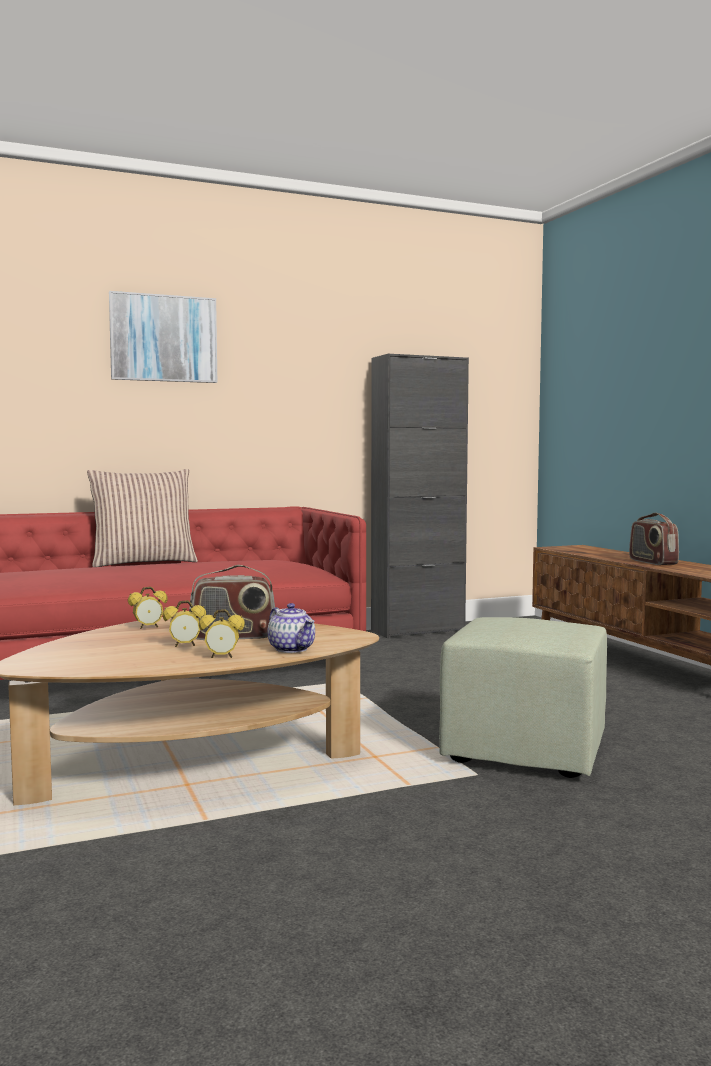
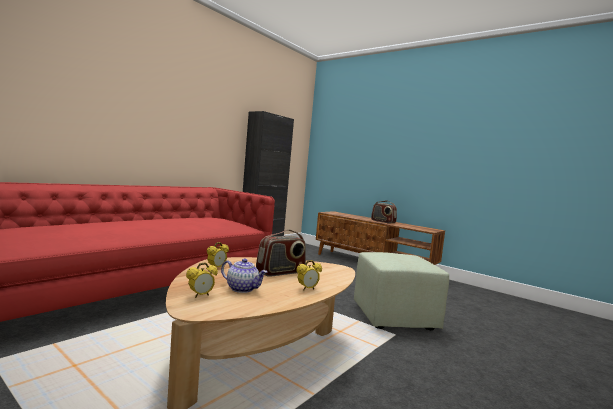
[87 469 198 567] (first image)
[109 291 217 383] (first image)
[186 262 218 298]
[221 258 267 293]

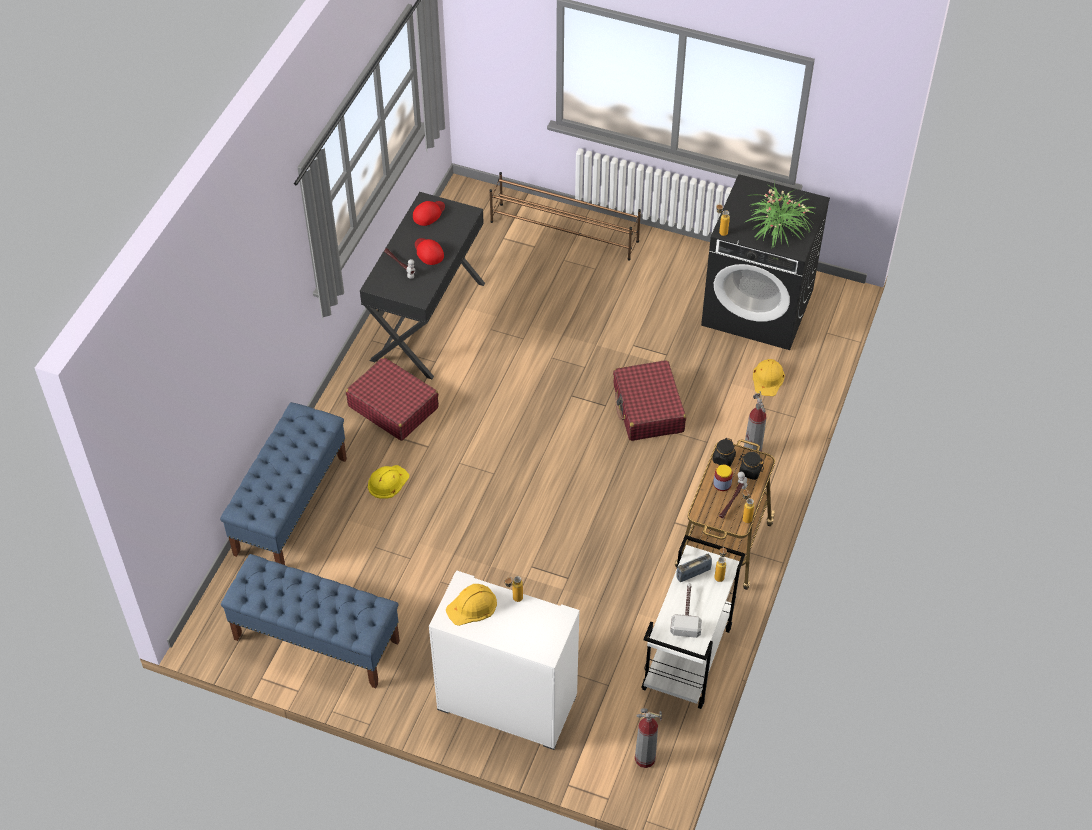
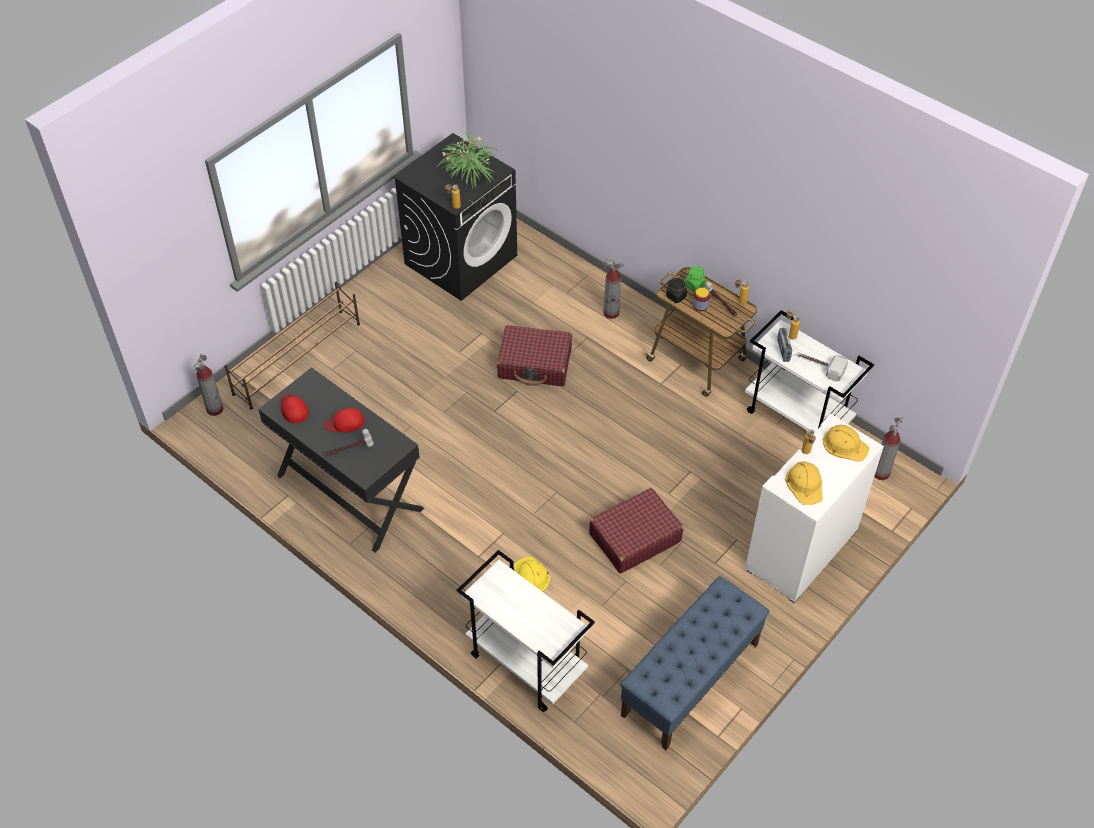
[195 354 223 416]
[589 488 684 573]
[823 425 870 462]
[457 550 595 712]
[685 266 706 292]

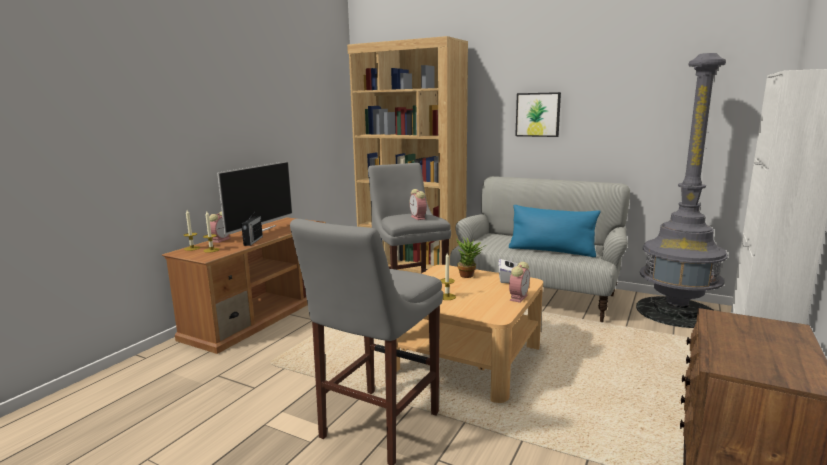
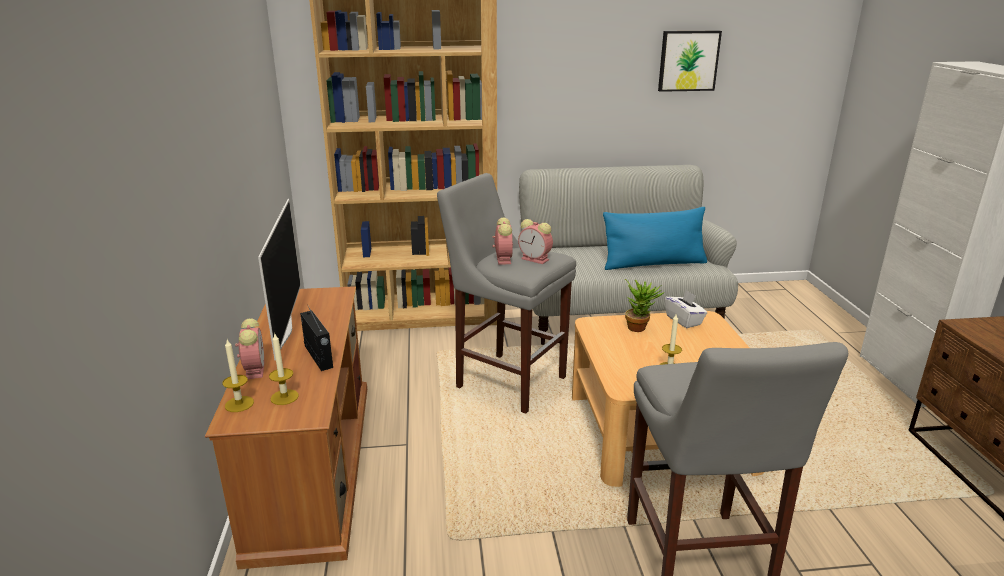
[636 53 728 328] (first image)
[493 217 513 265]
[658 31 722 92]

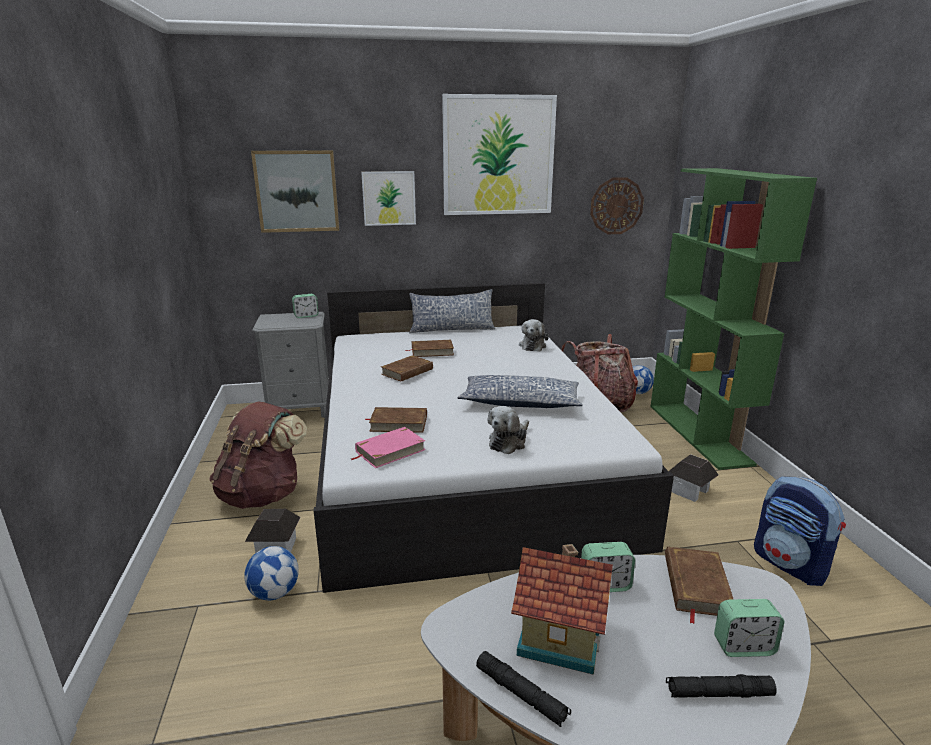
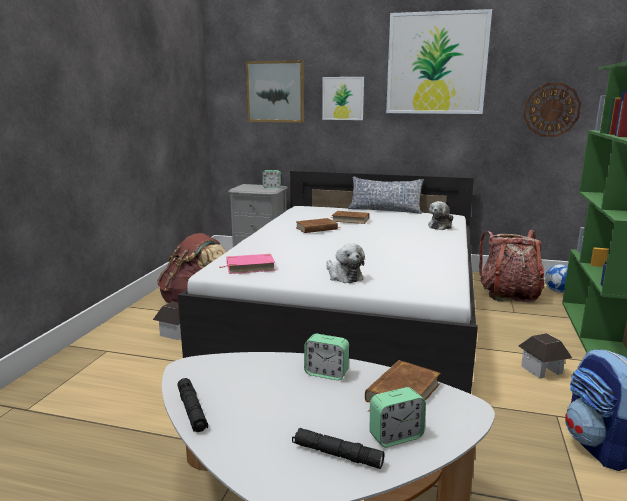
[244 546 299 600] (first image)
[365 407 427 433] (first image)
[457 375 583 408] (first image)
[511 544 613 675] (first image)
[326 243 365 283]
[370 387 426 447]

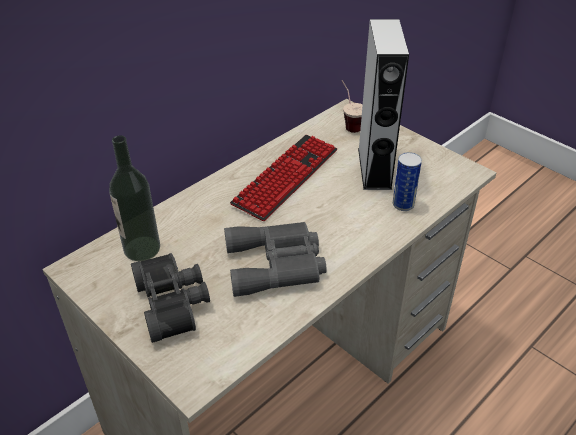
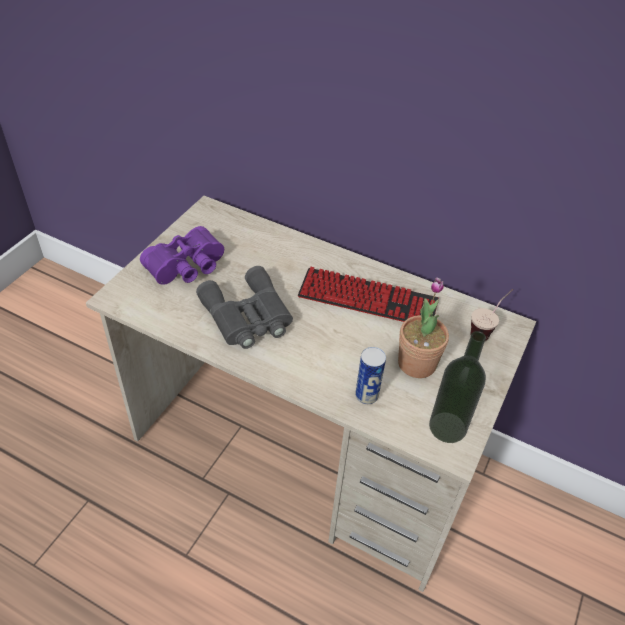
[429 331 486 443]
[398 277 449 378]
[140 226 224 285]

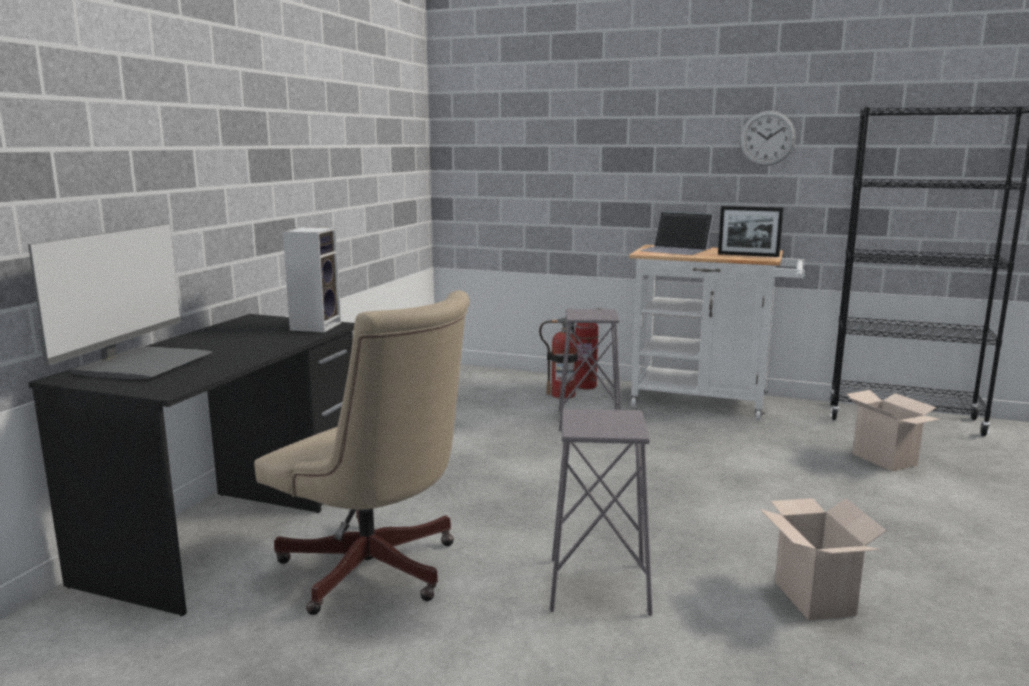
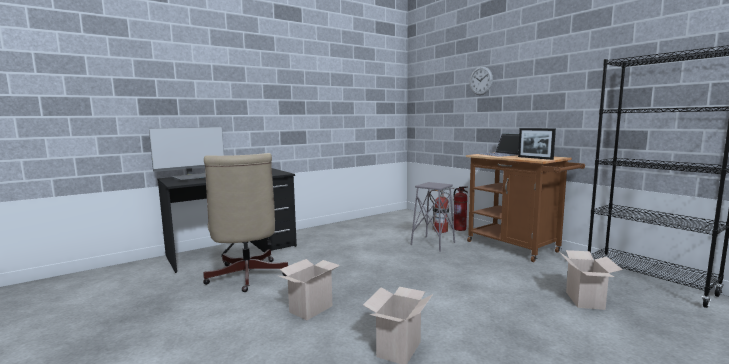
[283 227 341 332] (first image)
[470 66 493 95]
[279 259 339 320]
[466 152 585 262]

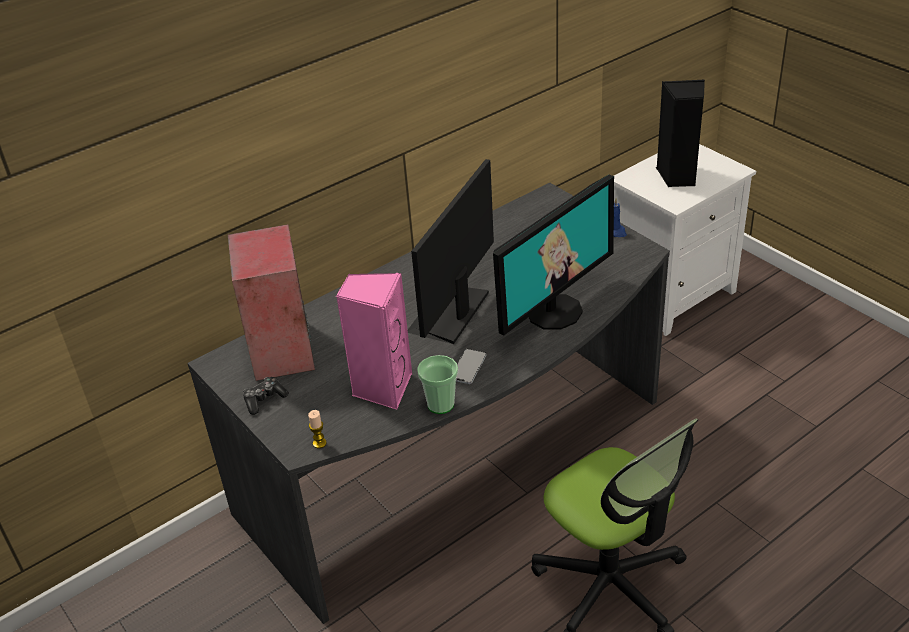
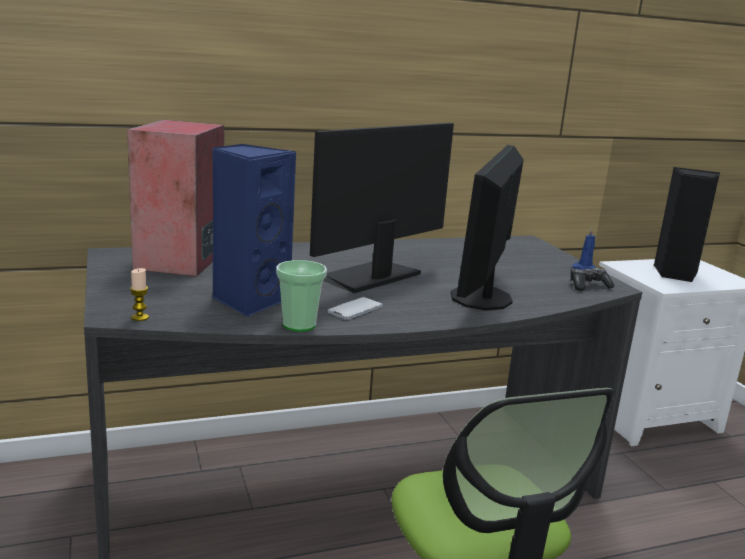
[570 268 615 291]
[212 144 296 317]
[451 145 524 310]

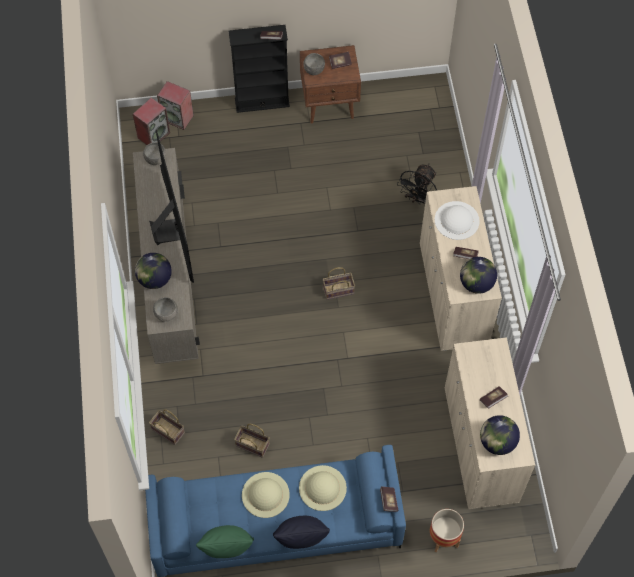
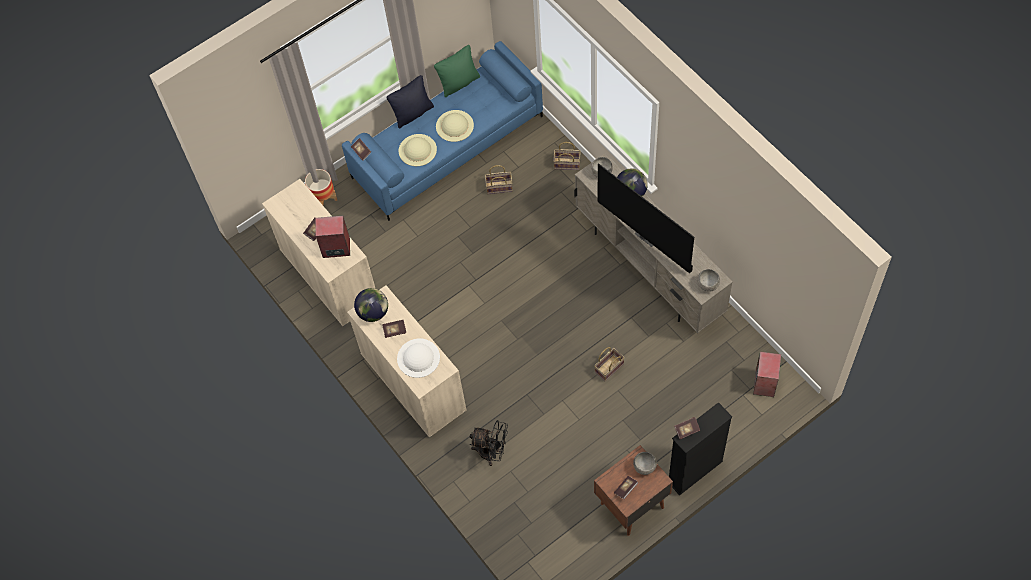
[480 415 520 455] (first image)
[315 216 350 258]
[594 347 625 381]
[470 420 508 466]

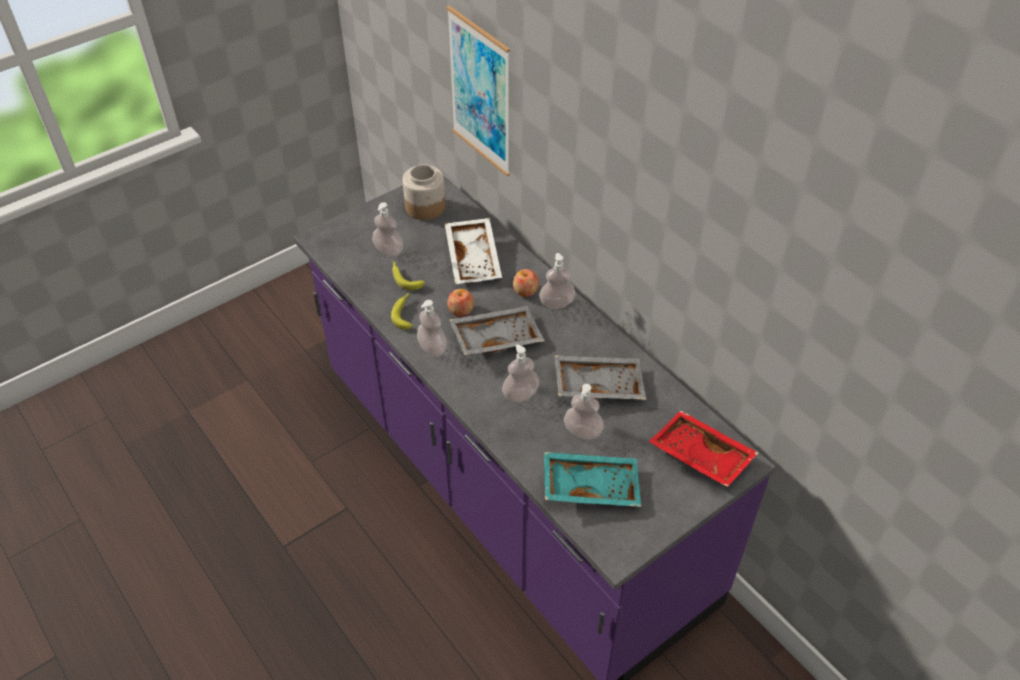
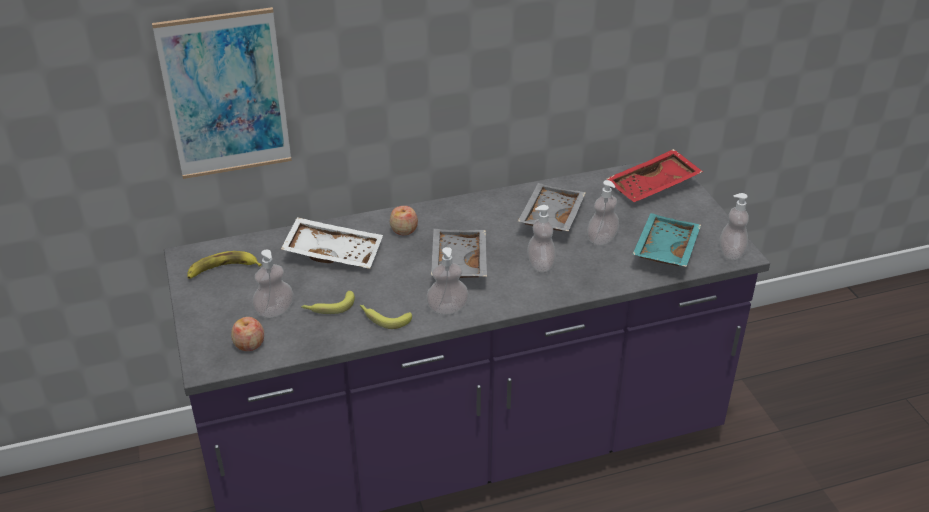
[231 317 264 351]
[720 193 749 260]
[187 251 262 279]

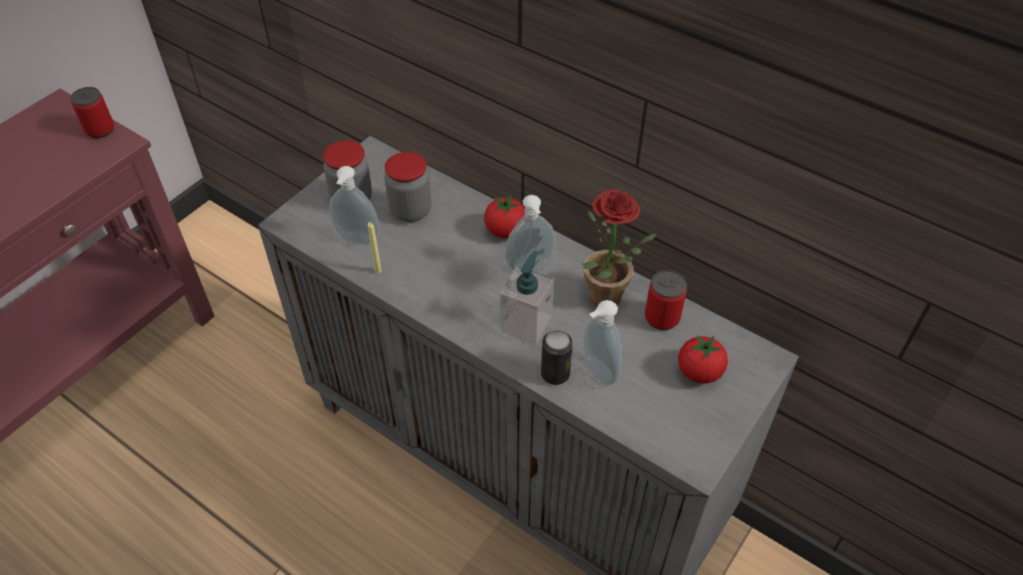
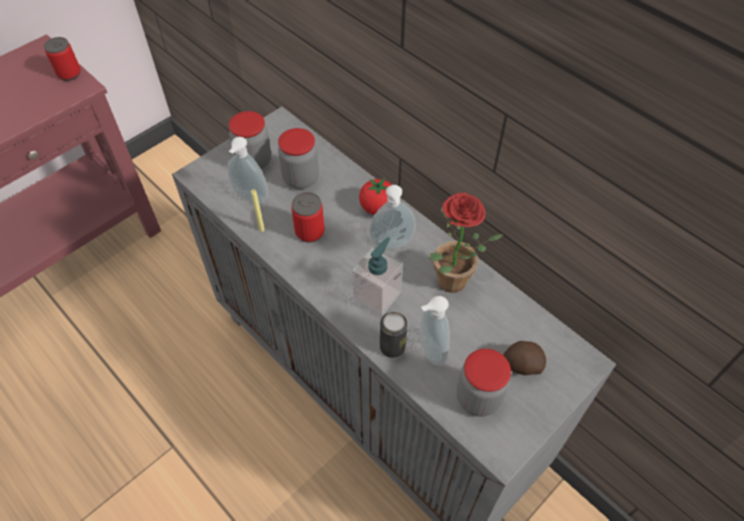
[457 348 511 417]
[291 192 325 242]
[503 341 546 375]

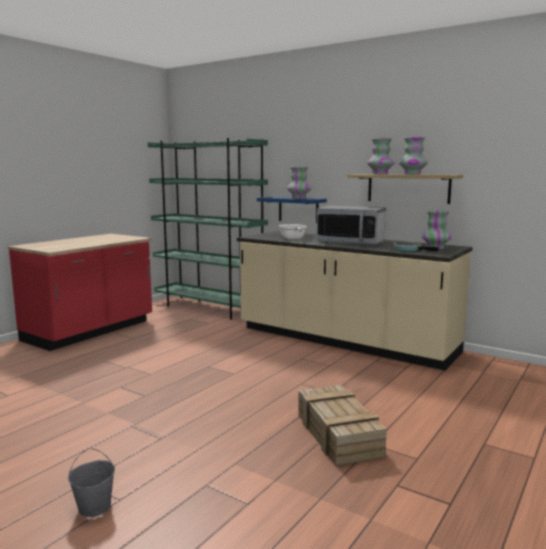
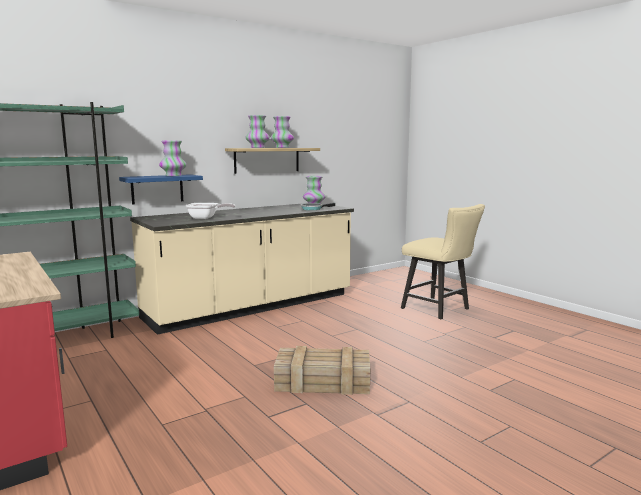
[68 448 115 517] (first image)
[317 206 386 245] (first image)
[401 204 485 319]
[274 346 370 395]

